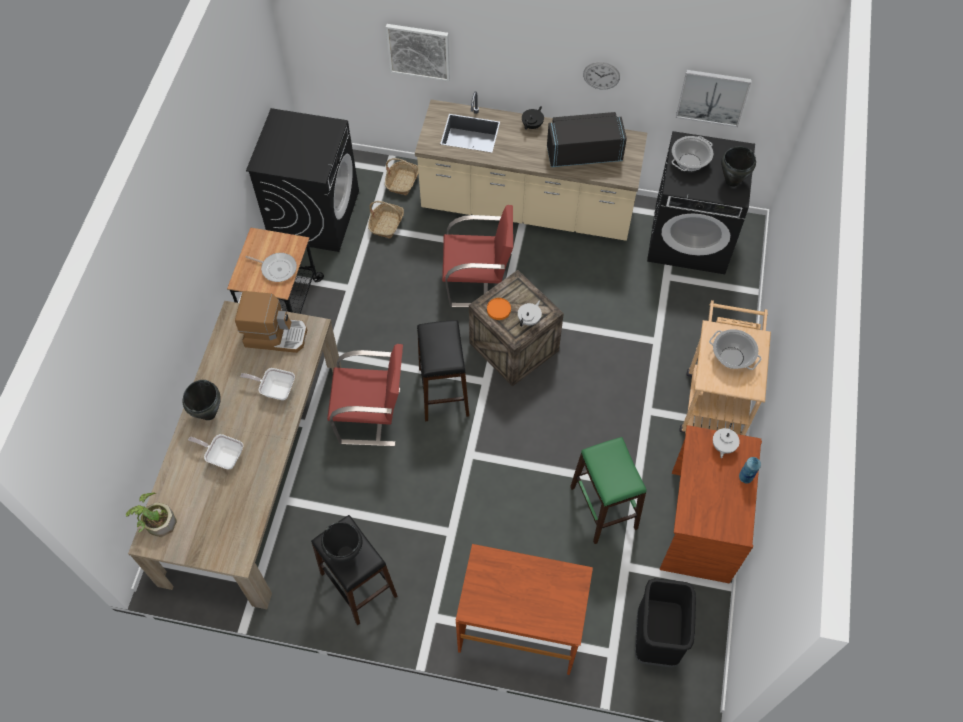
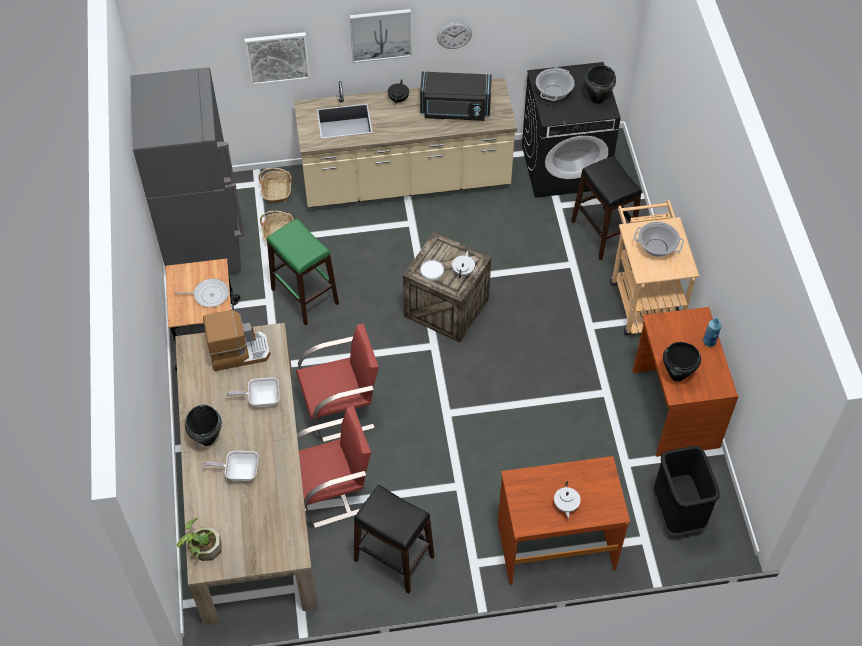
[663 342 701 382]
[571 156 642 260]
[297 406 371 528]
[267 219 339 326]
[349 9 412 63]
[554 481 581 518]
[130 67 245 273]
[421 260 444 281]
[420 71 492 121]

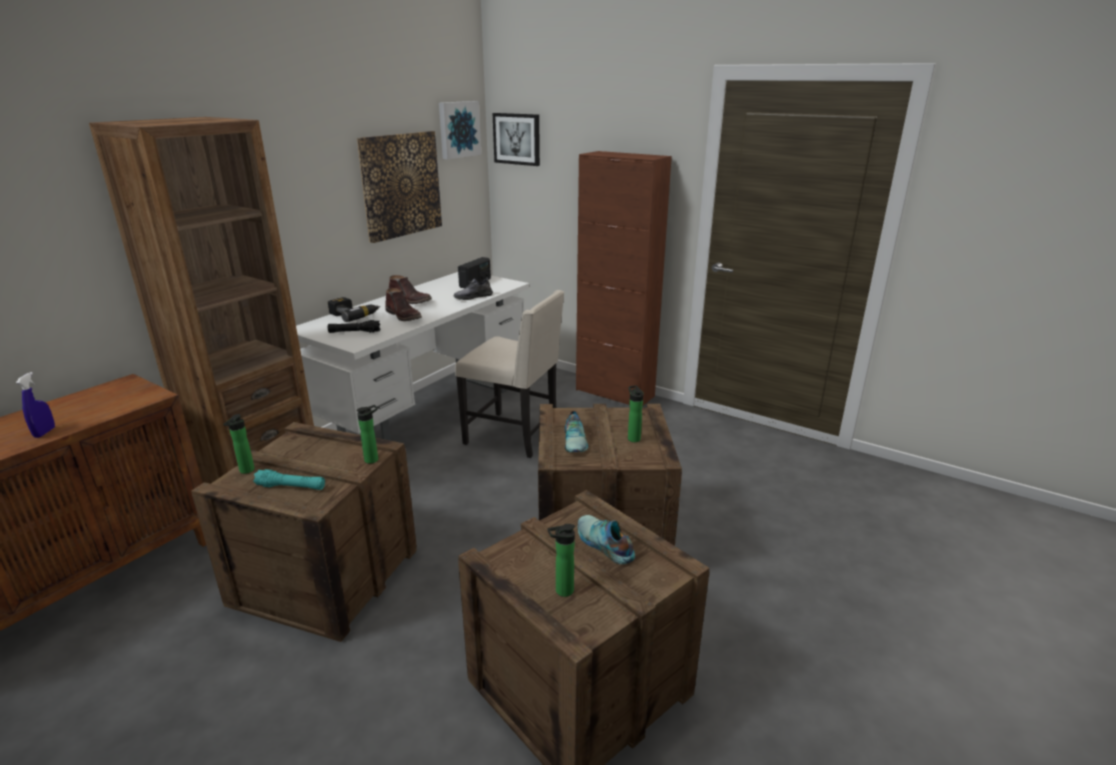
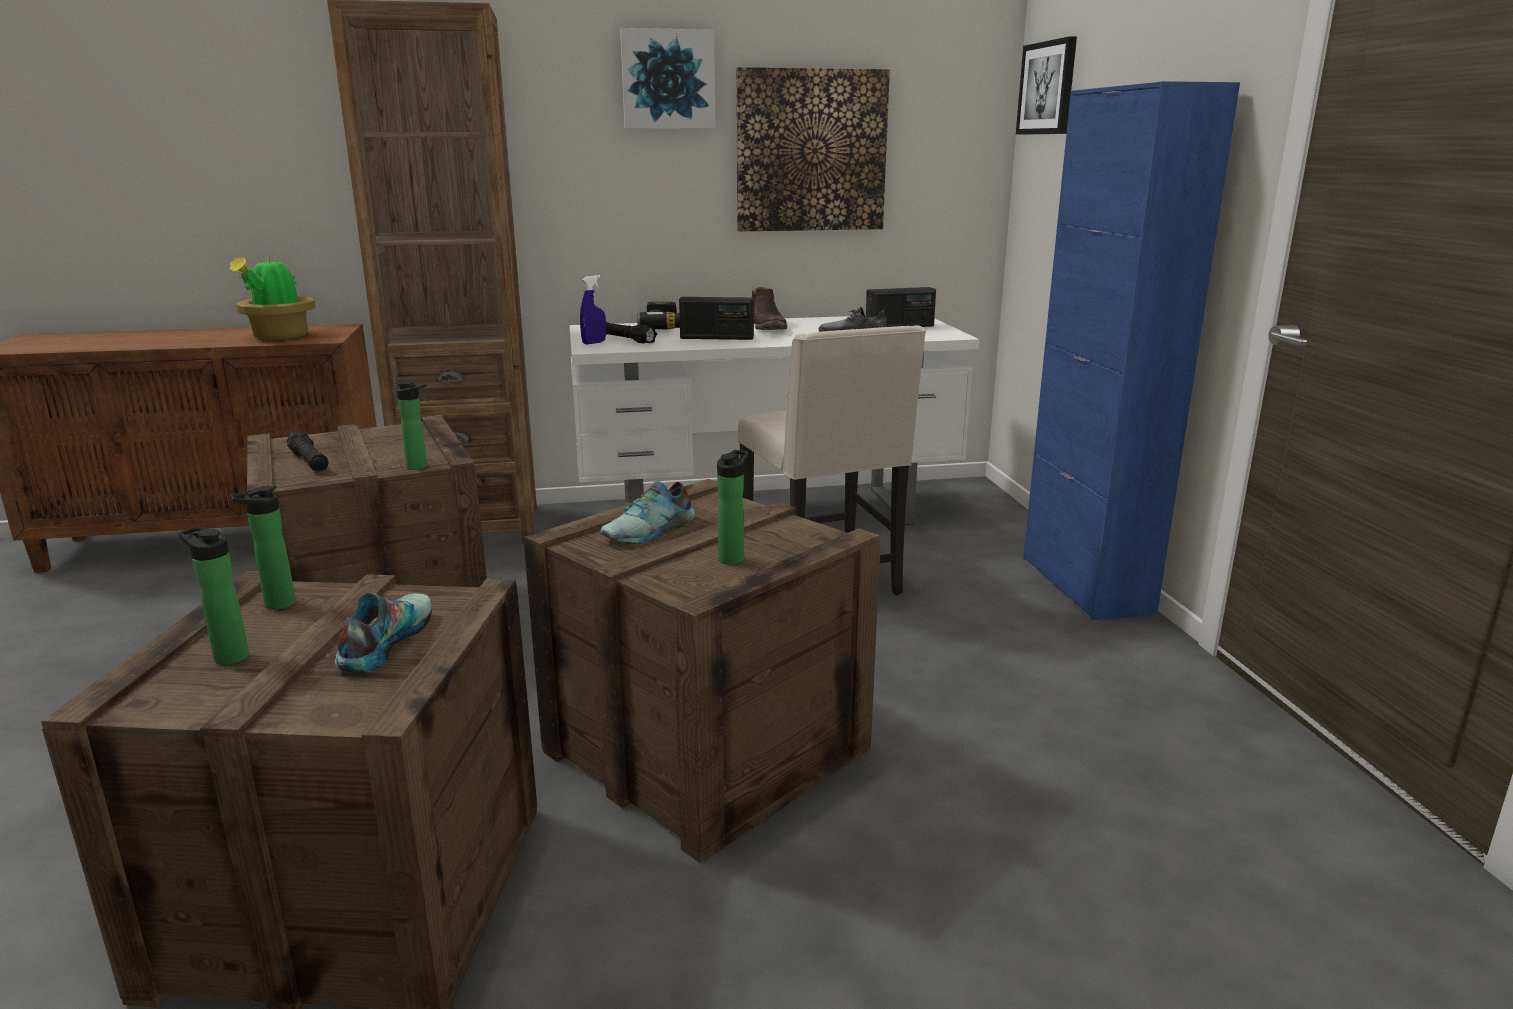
[230 255 316 340]
[580 275 606 345]
[230 486 296 610]
[620 28 715 129]
[679 297 754 340]
[287 432 328 472]
[1023 81 1240 620]

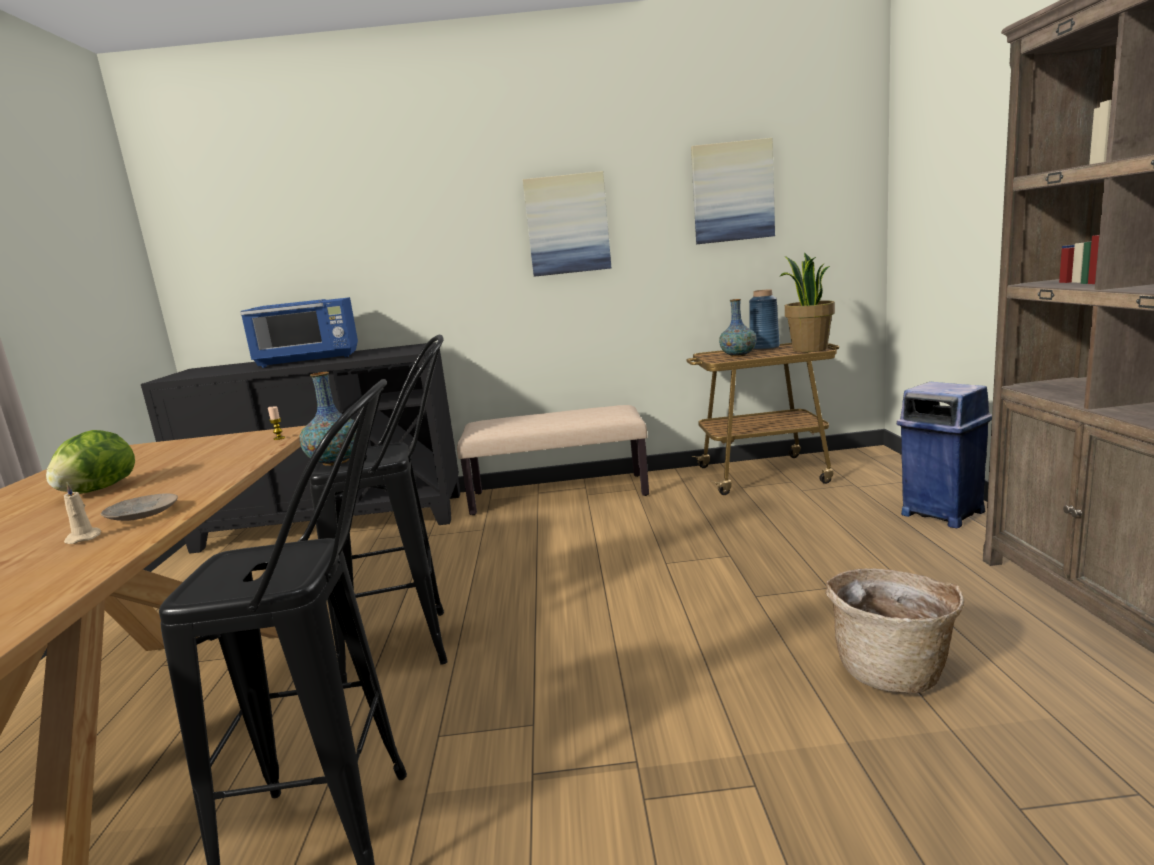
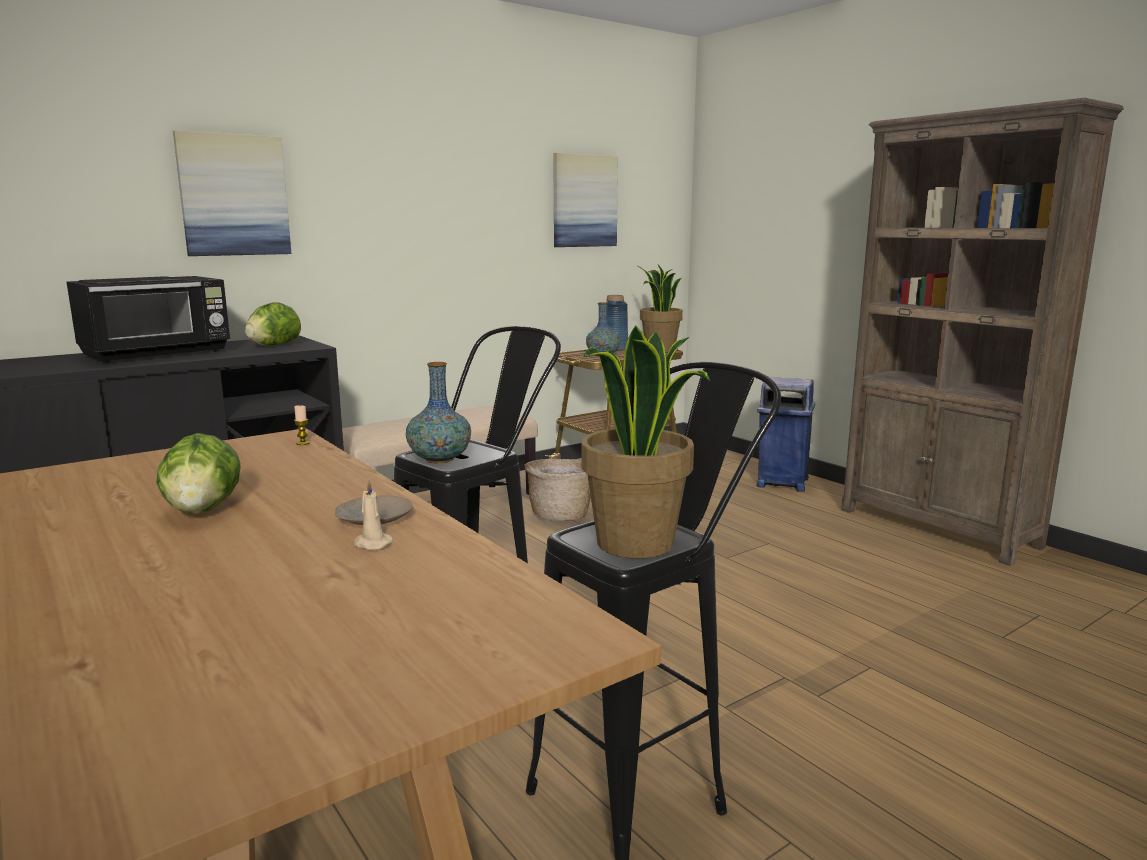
[245 302 301 346]
[581 325 710 559]
[173 130 291 256]
[525 459 591 521]
[67 276 230 364]

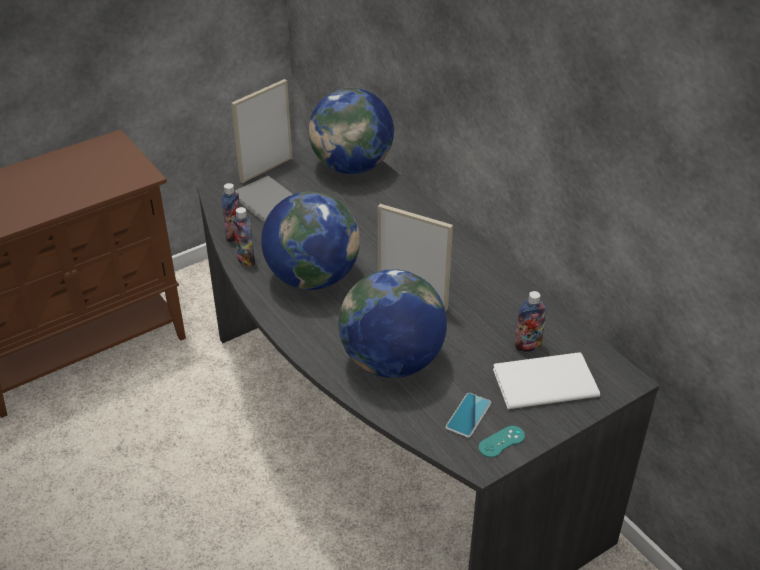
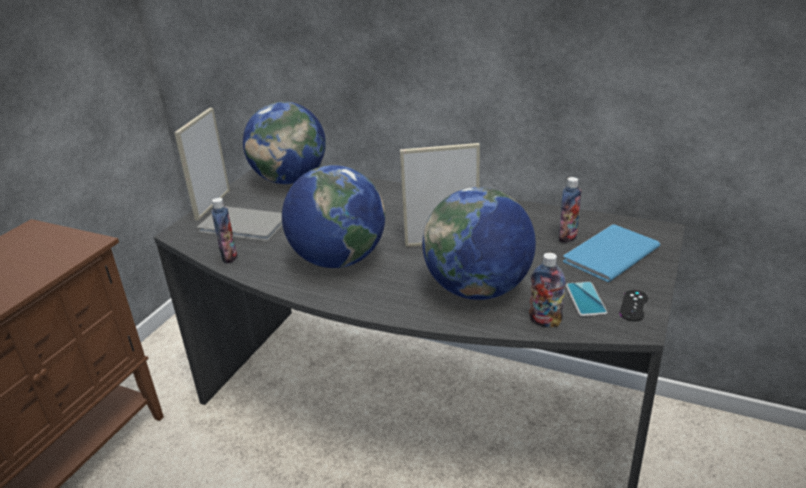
[529 253 566 327]
[620 290 648 321]
[563 224 660 282]

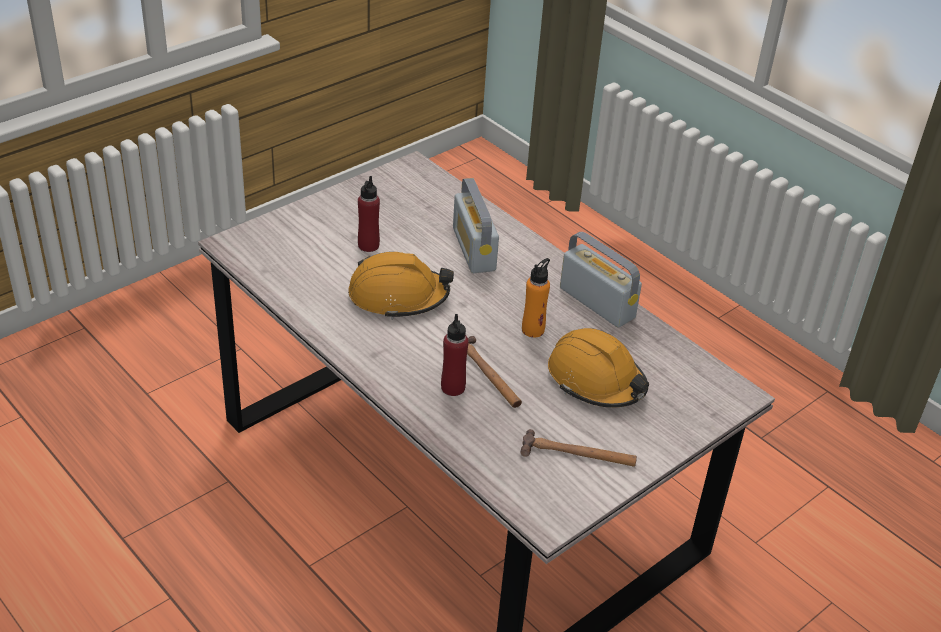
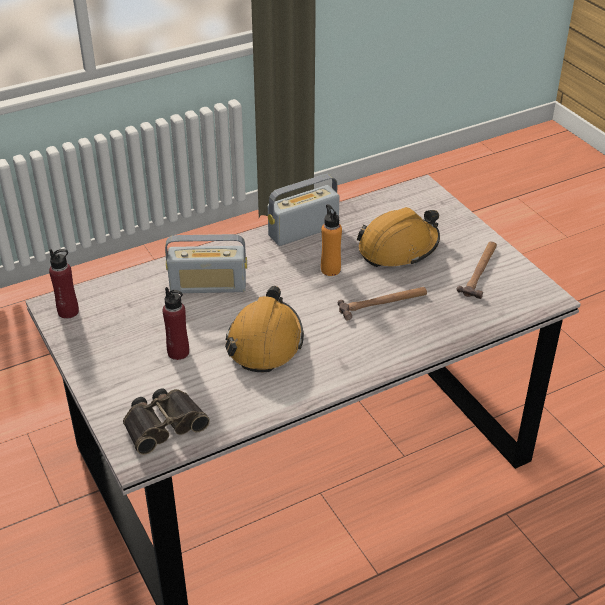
[123 389 210 455]
[49 249 79 319]

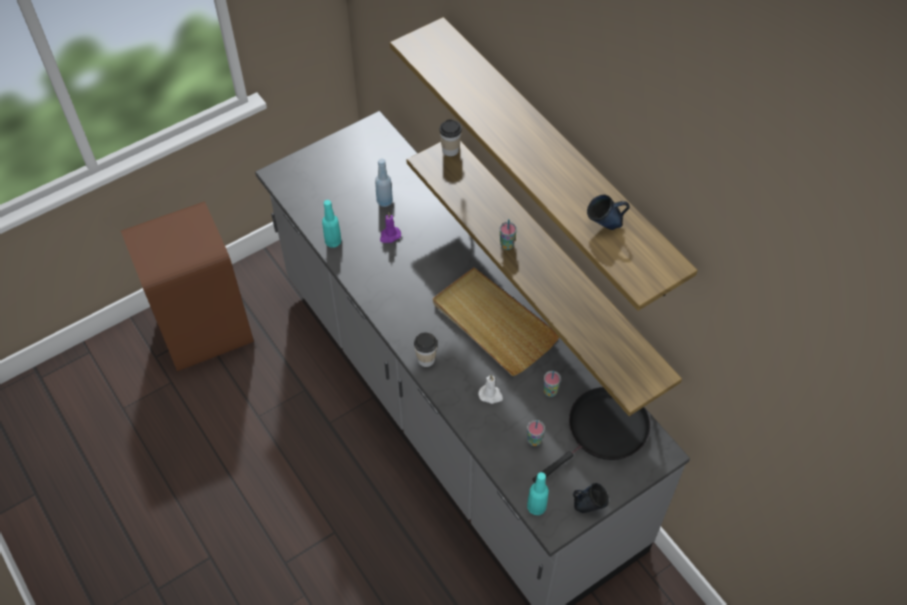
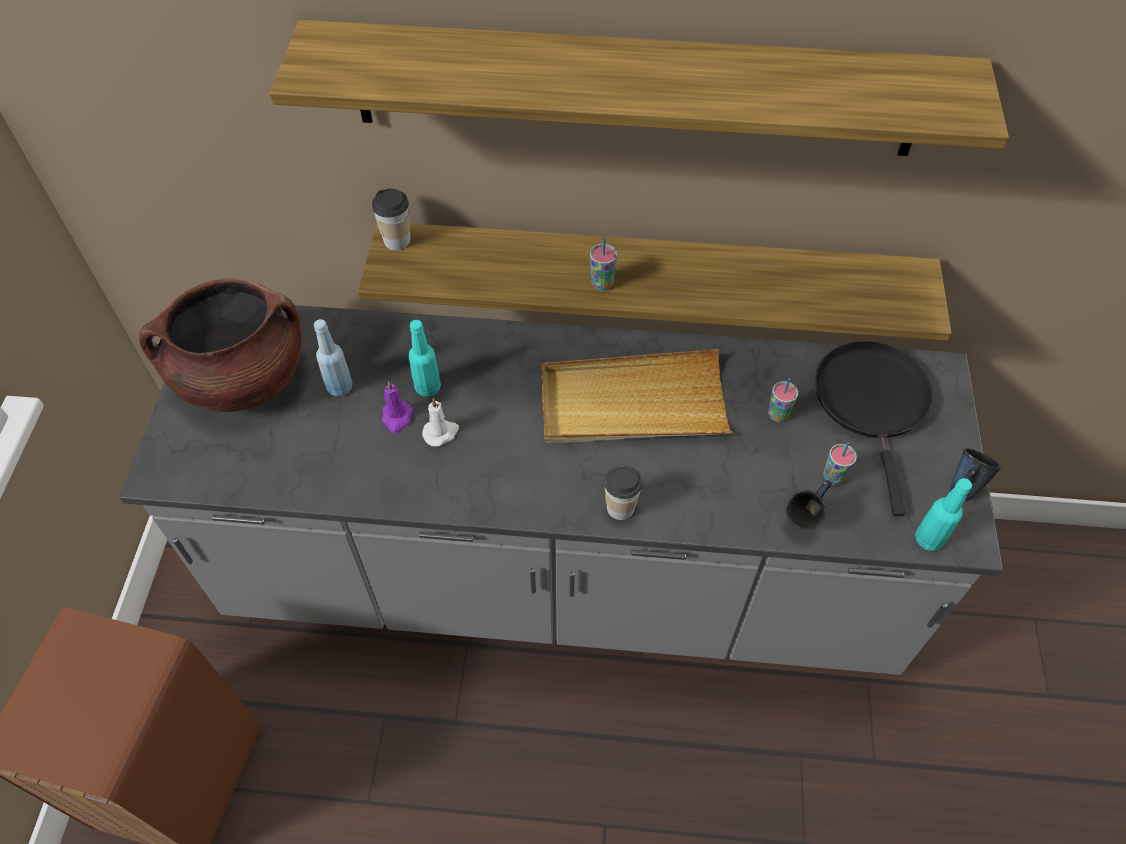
[139 278 301 412]
[409 320 441 397]
[422 398 459 447]
[786 480 832 530]

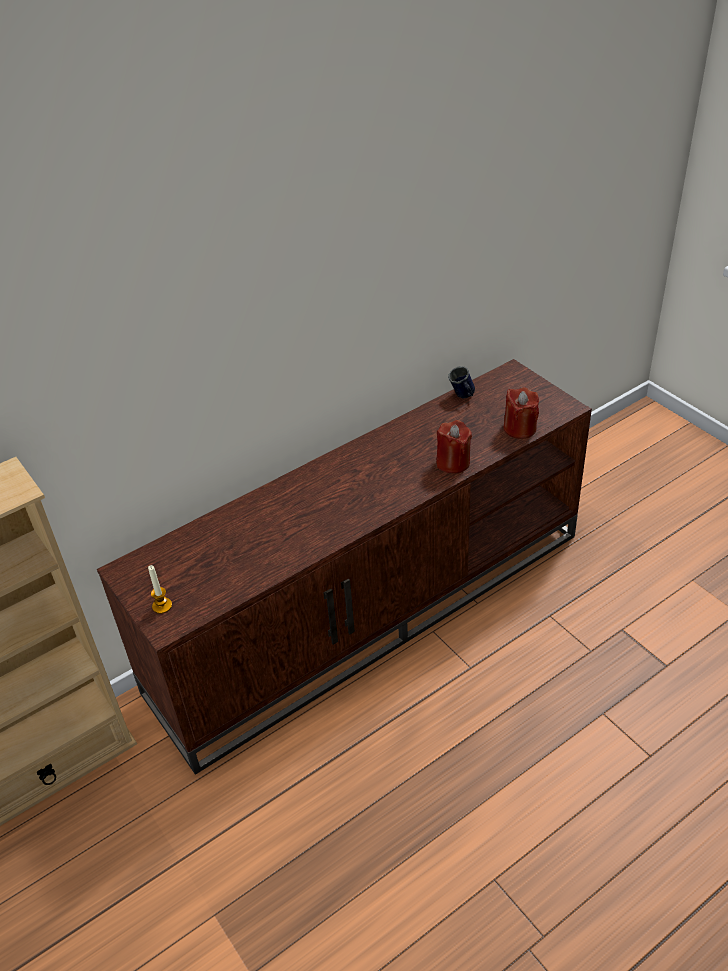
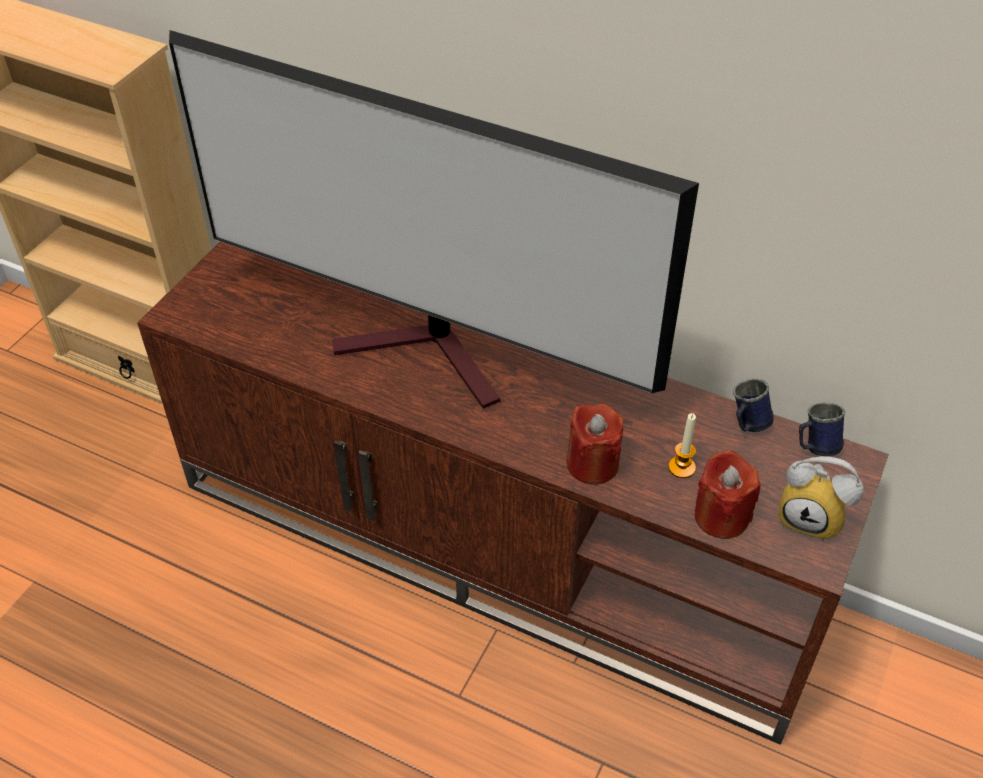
[169 30 699 409]
[778 456 864 541]
[799 402 845 456]
[668 413 696 478]

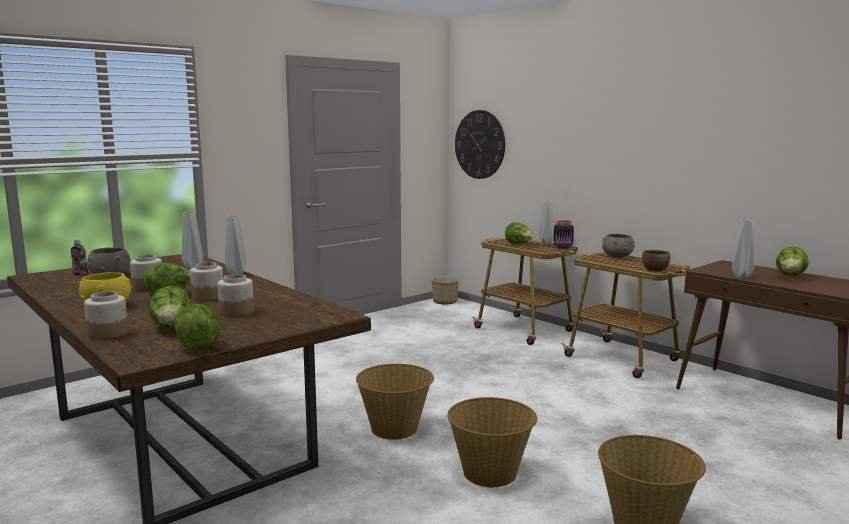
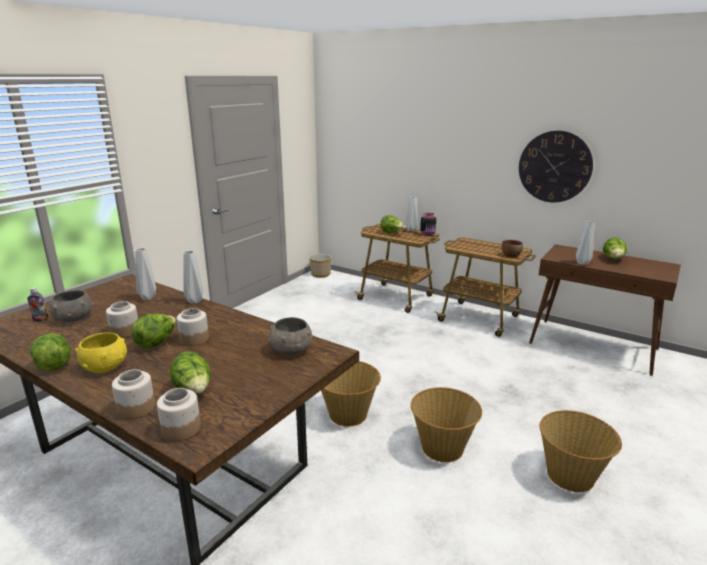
[30 334 71 371]
[157 388 201 441]
[519 131 593 203]
[268 317 313 355]

